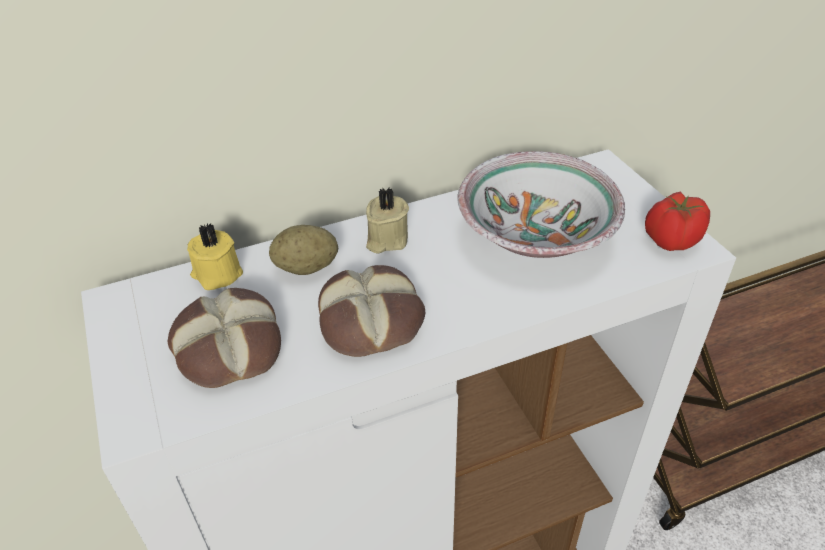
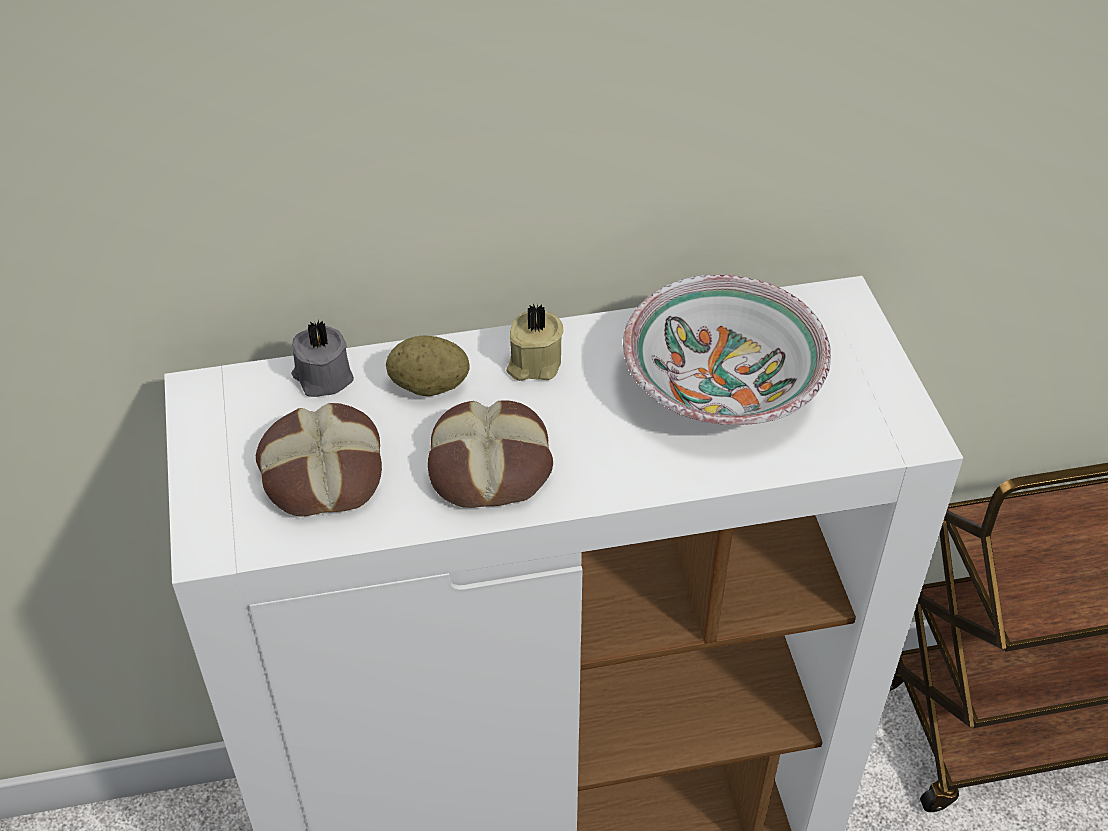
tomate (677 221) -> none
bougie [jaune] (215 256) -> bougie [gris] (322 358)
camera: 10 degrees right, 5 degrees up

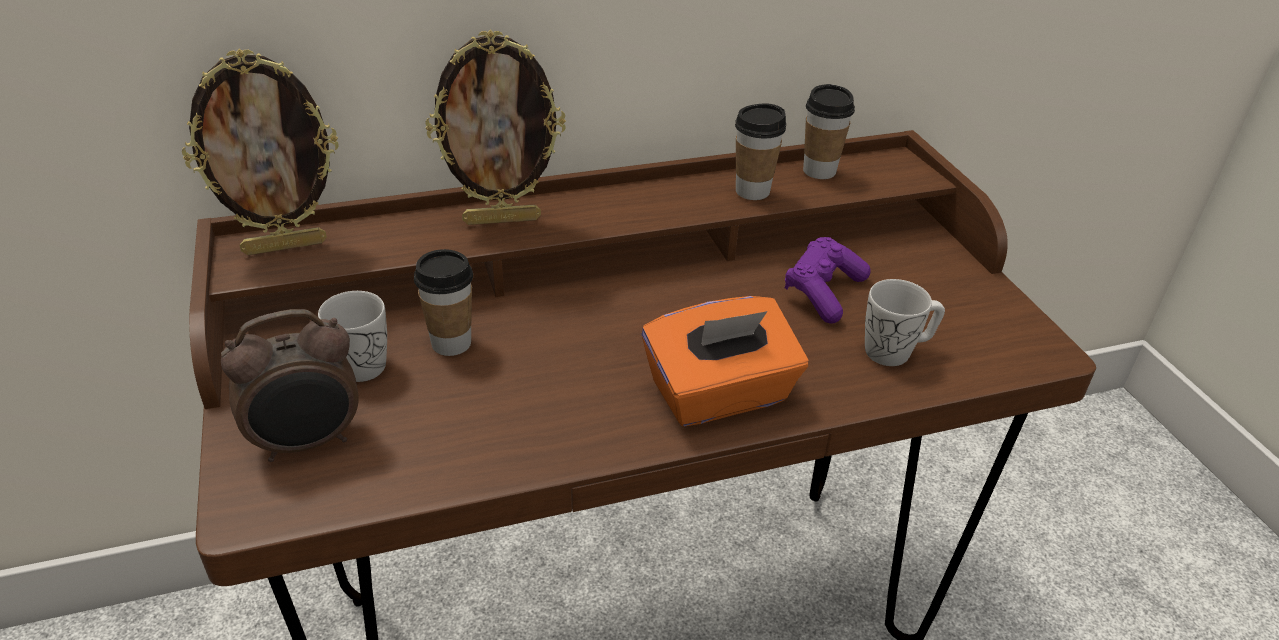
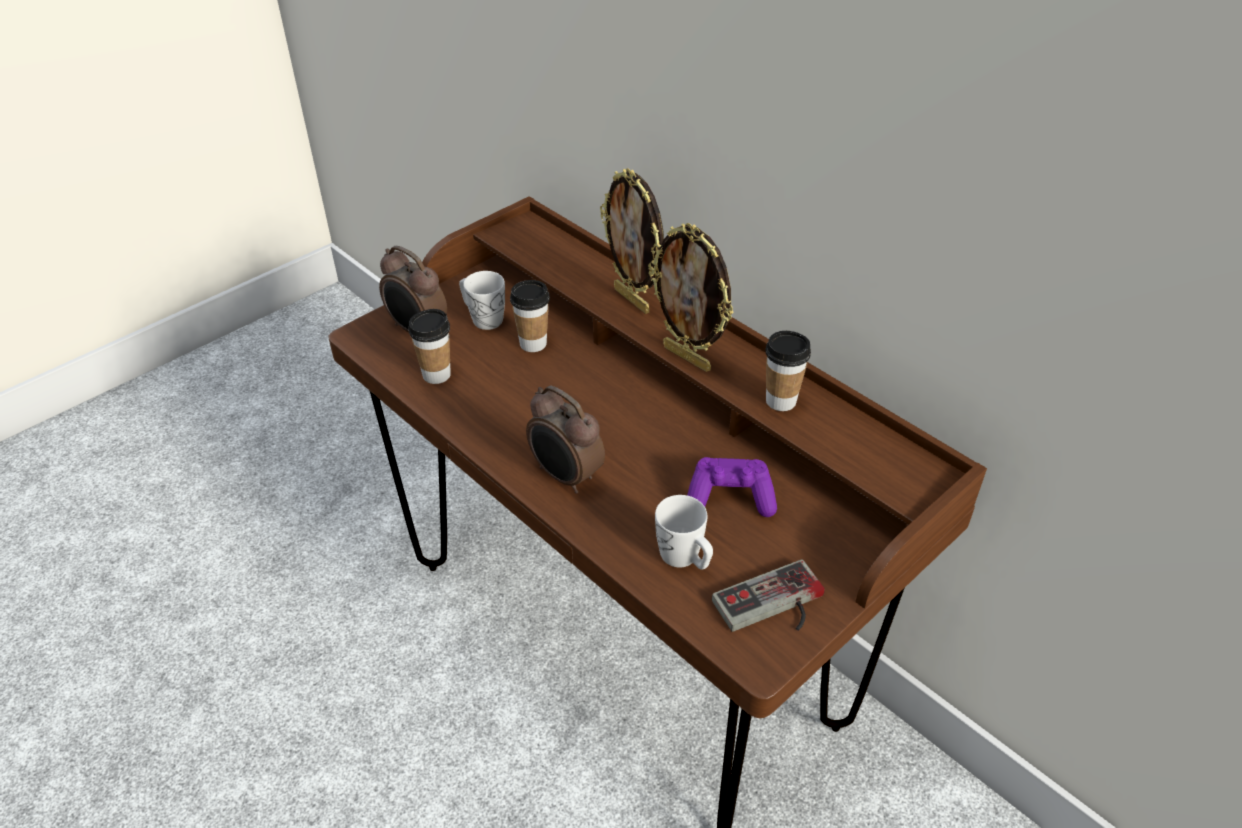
cadre photo (260 152) -> cadre photo (691 297), relocated
tasse (829 131) -> tasse (429 346), relocated
boîte à mouchoirs [orange] (724 361) -> réveil (565 440)
none -> manette (768 595)
camera: 65 degrees right, 5 degrees up

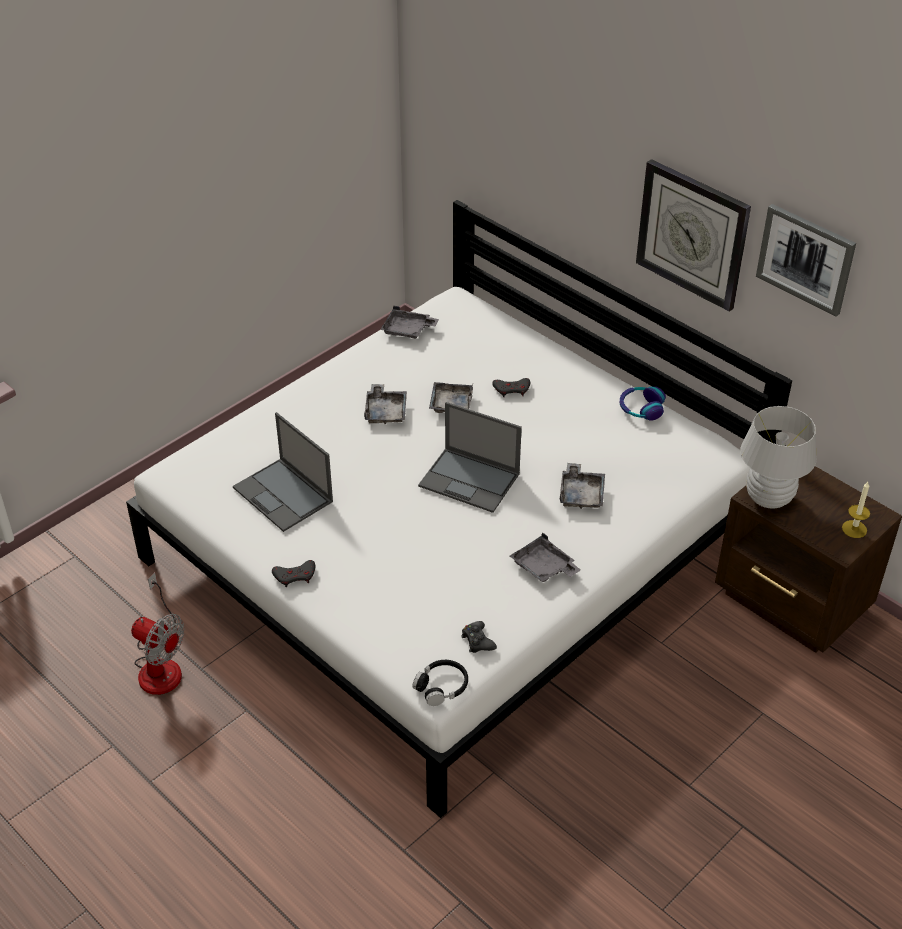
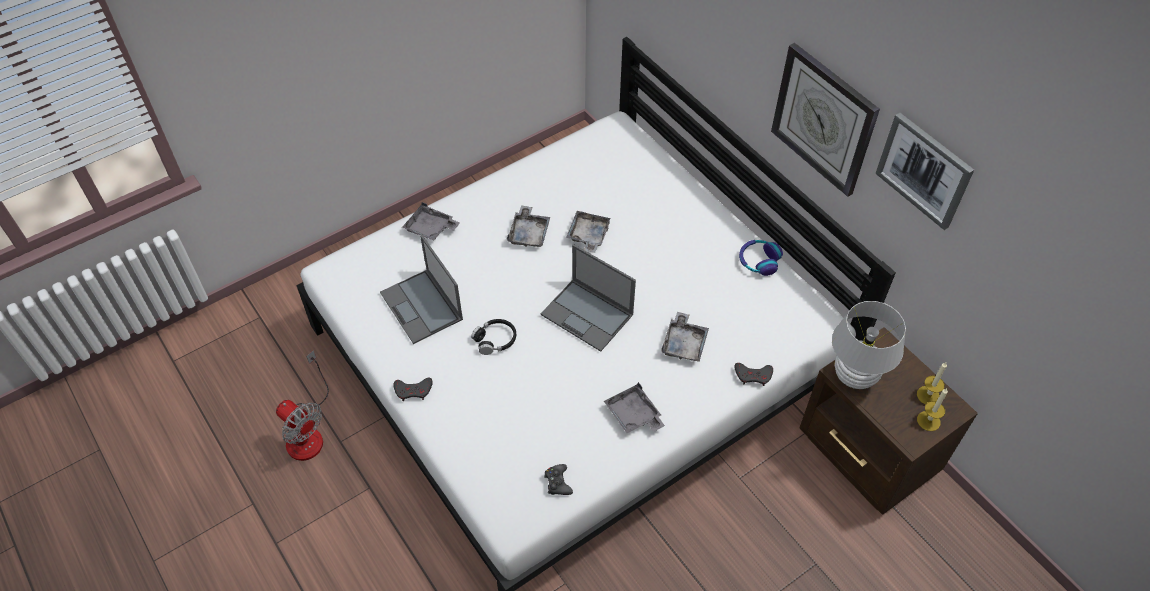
plateau [gris] (409 322) -> plateau [gris] (431 221), relocated
manette [gris] (511 387) -> manette [gris] (753 374), relocated
casque audio [noir] (440 683) -> casque audio [noir] (493 337), relocated
none -> bougie (932 383)
camera: 10 degrees right, 10 degrees up

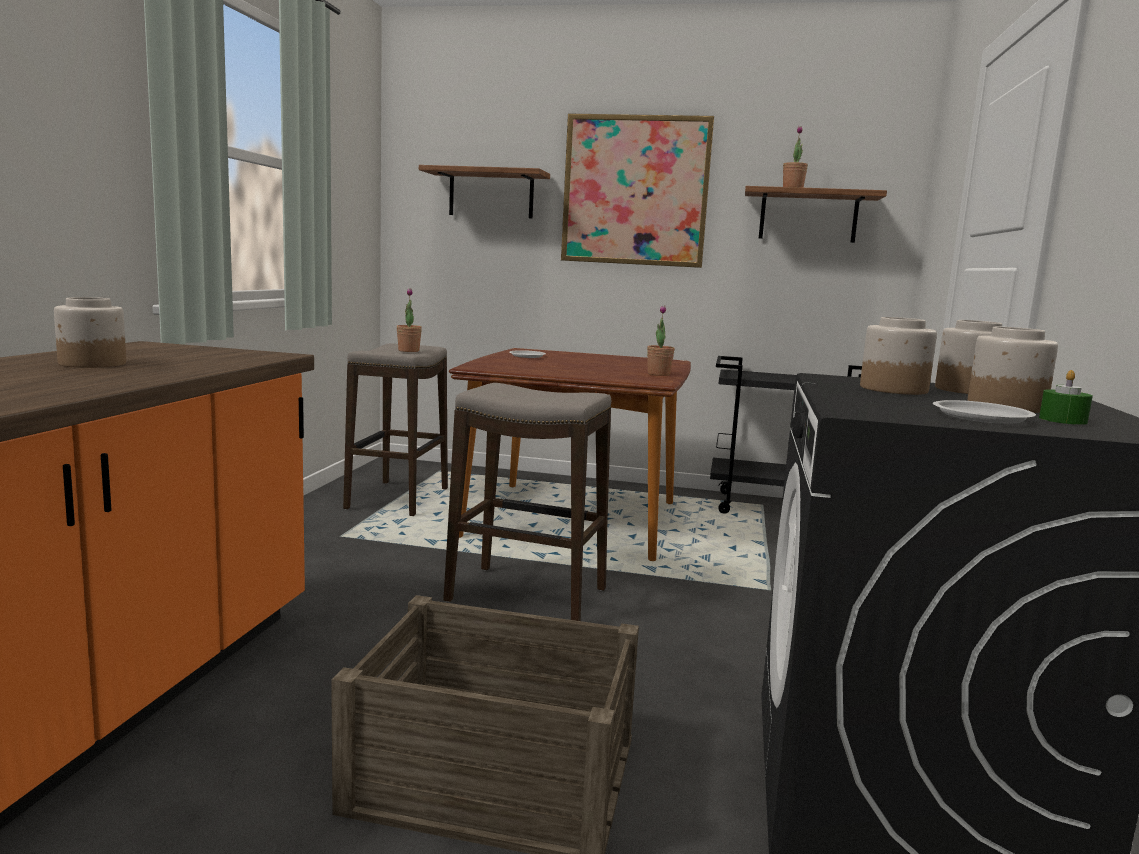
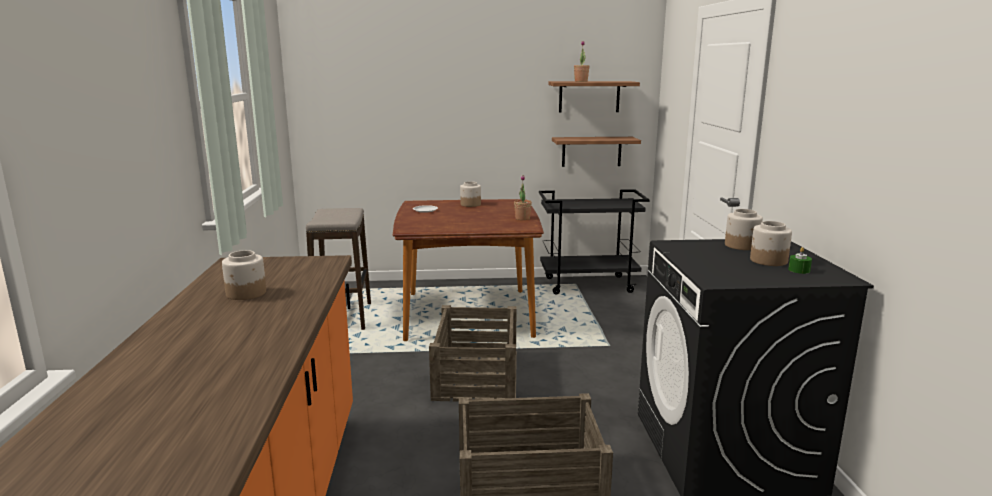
tableau (637 191) -> none
étagère (484 192) -> étagère (596 152), relocated
plante en pot (409 320) -> none
bocal (898 356) -> bocal (470 194), relocated
tabouret (527 502) -> caisse (473 353)
assiette [blanc] (984 412) -> none
camera: 15 degrees left, 5 degrees up

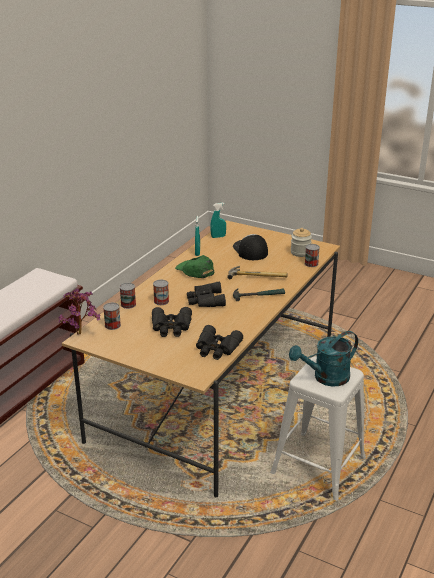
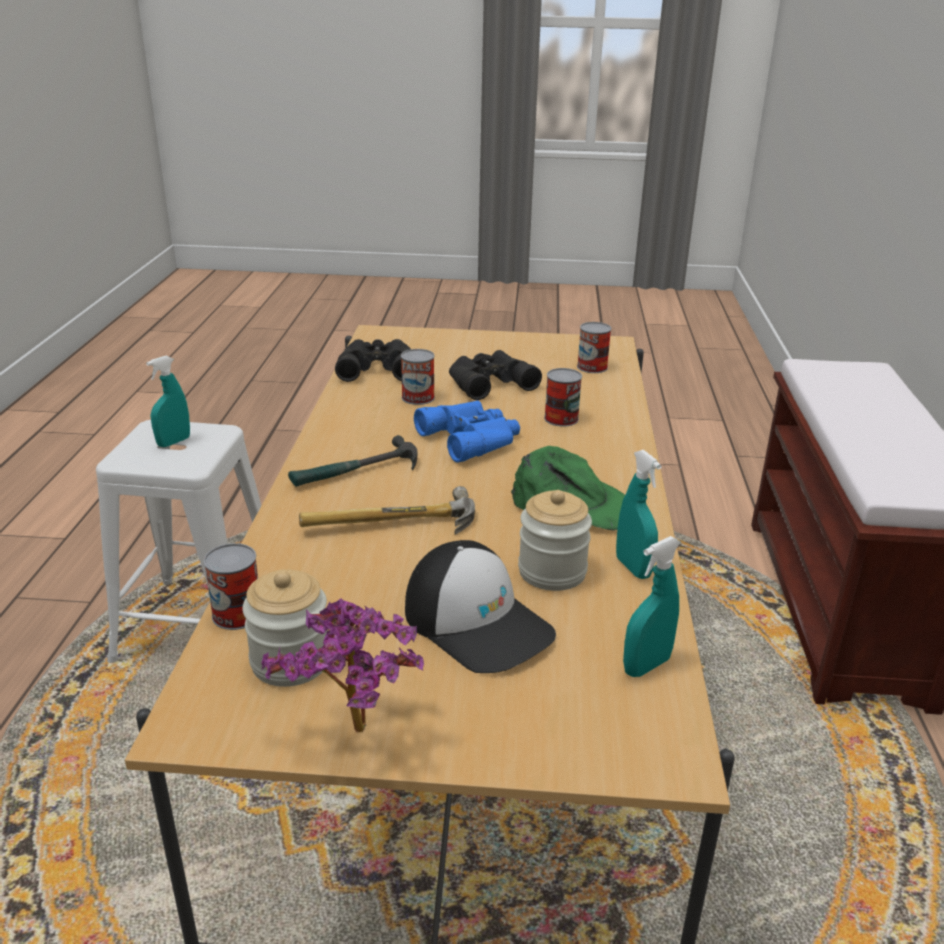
jumelles [noir] (206 294) -> jumelles [bleu] (467 431)
boîte métallique (128 296) -> boîte métallique (418 377), relocated
plante en pot (79 311) -> plante en pot (342 665), relocated
arrosoir [turquoise] (323 359) -> vaporisateur [turquoise] (168 401)
none -> bocal (555 540)
camera: 155 degrees right, 0 degrees up

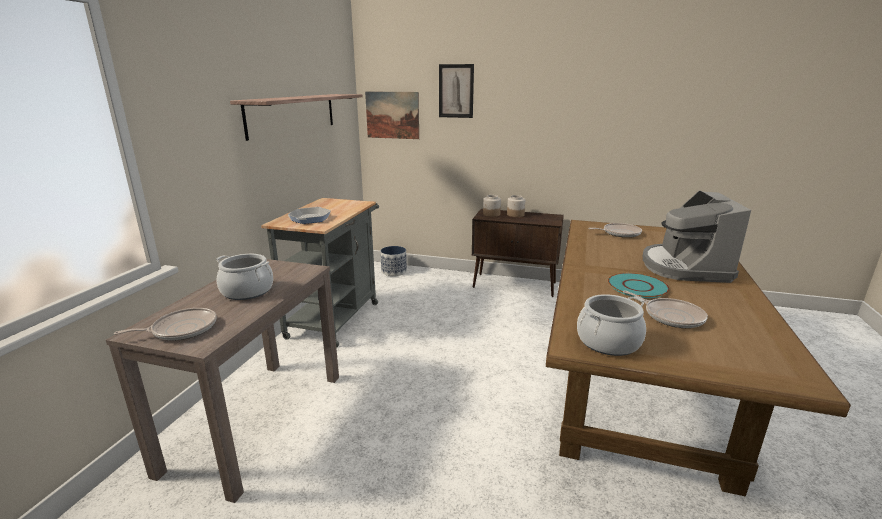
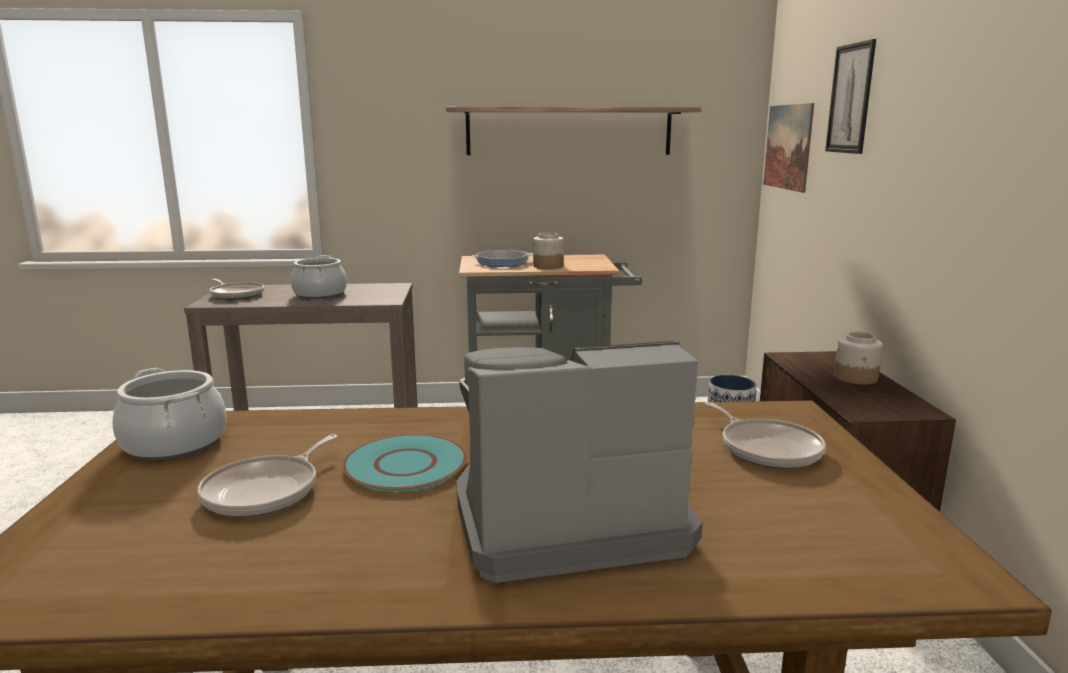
bocal (492 206) -> bocal (548 250), relocated
camera: 70 degrees right, 5 degrees down

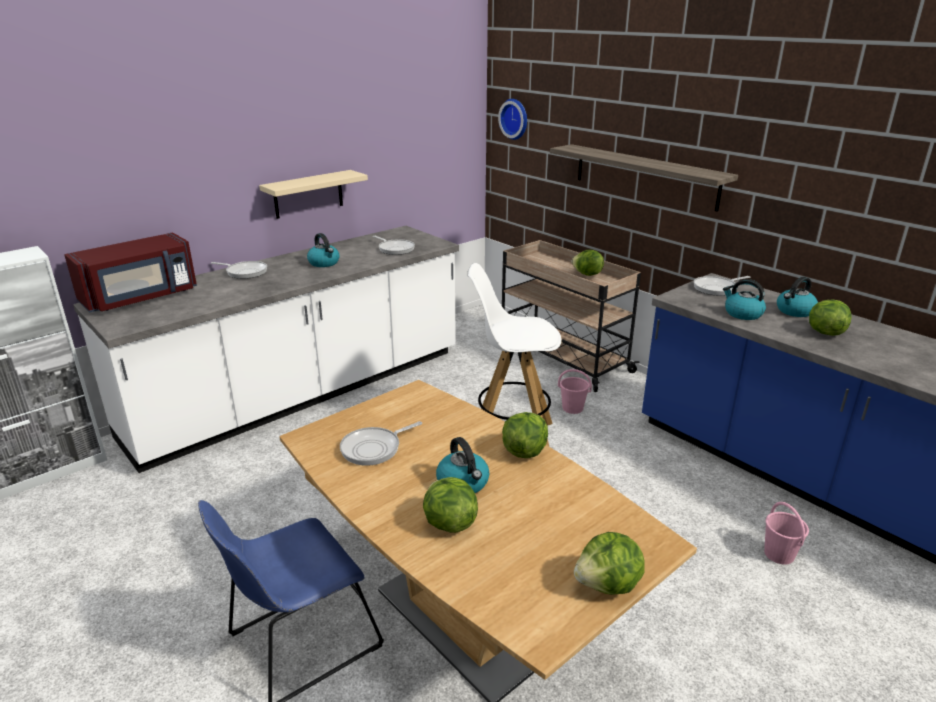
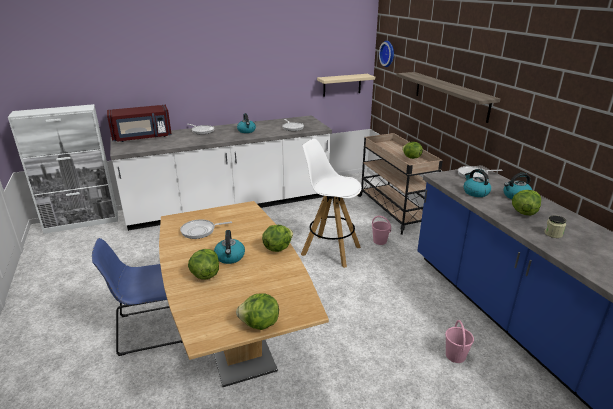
étagère [beige] (313 194) -> étagère [beige] (346 85), relocated
none -> bocal (555 226)
camera: 20 degrees right, 0 degrees up

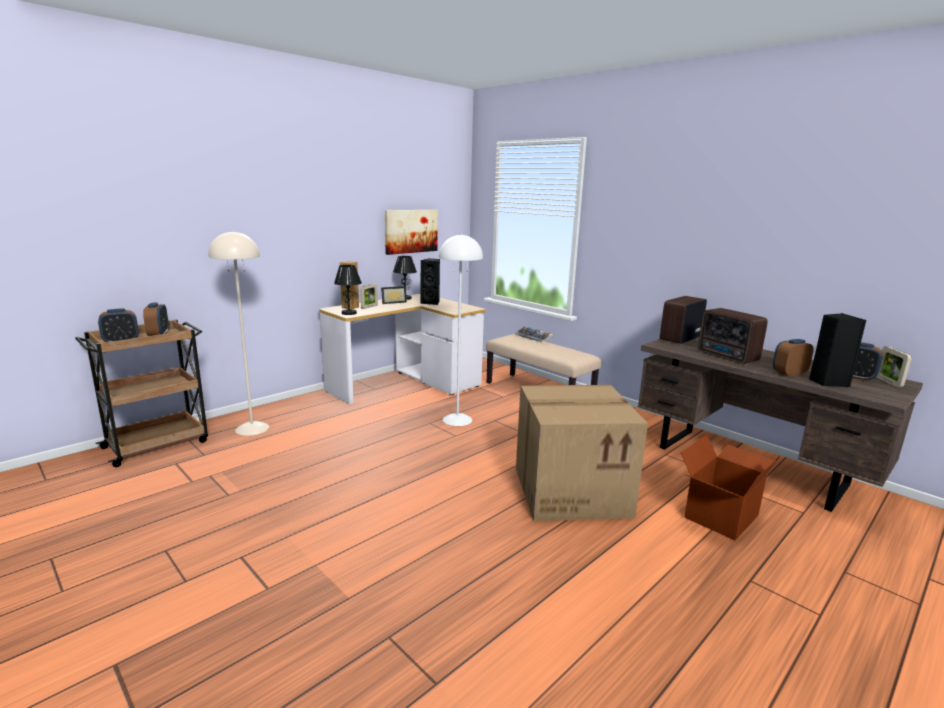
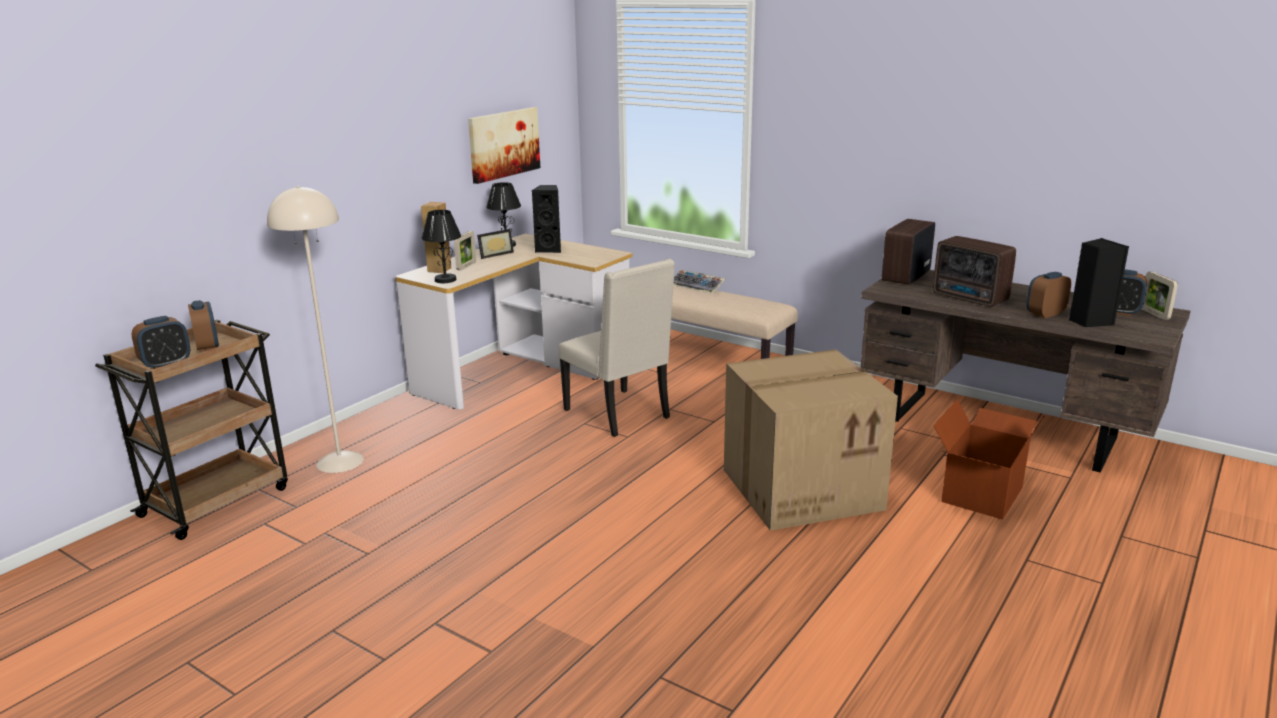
lampadaire [blanc] (461 330) -> chaise [beige] (617 348)
camera: 10 degrees left, 5 degrees up

